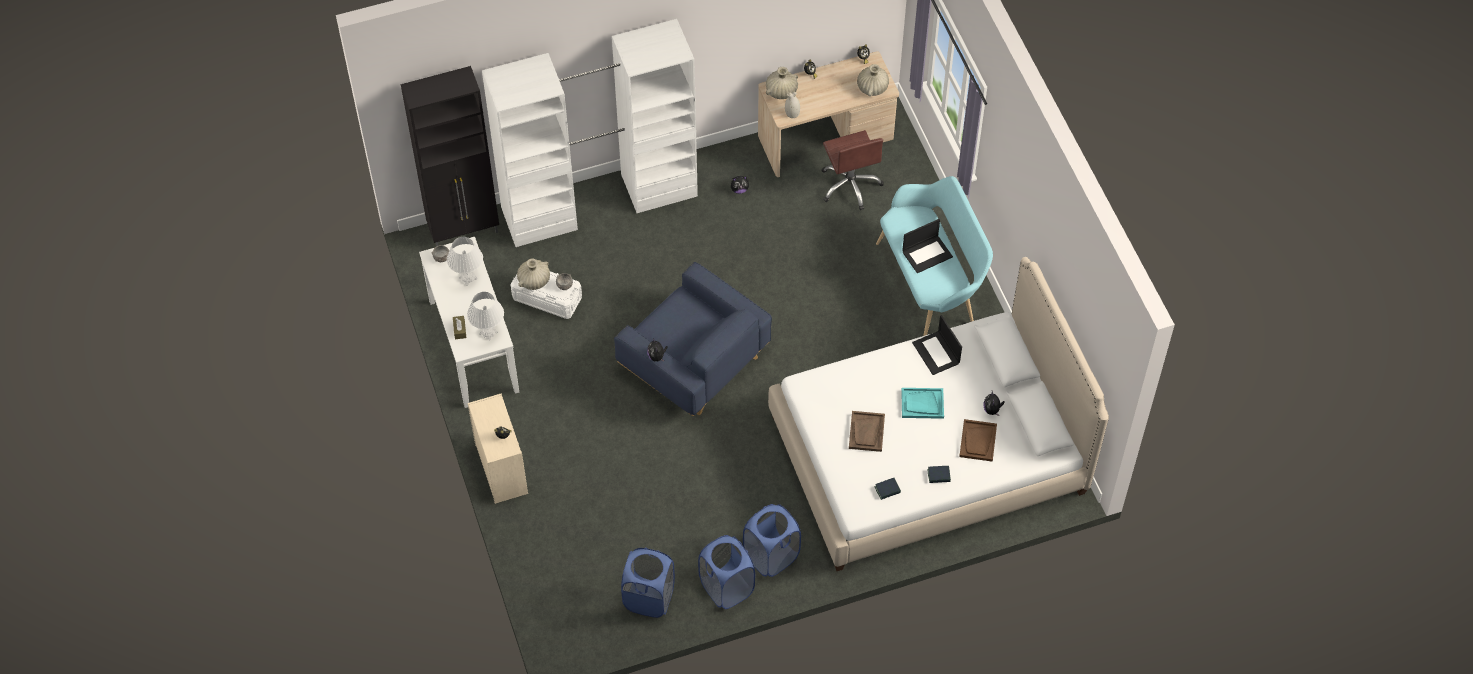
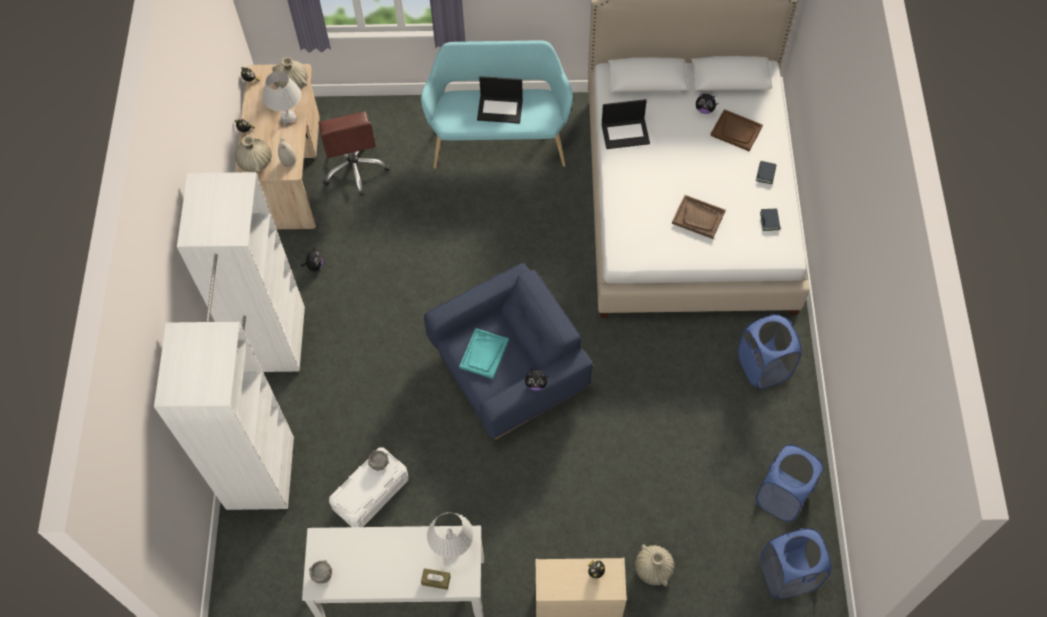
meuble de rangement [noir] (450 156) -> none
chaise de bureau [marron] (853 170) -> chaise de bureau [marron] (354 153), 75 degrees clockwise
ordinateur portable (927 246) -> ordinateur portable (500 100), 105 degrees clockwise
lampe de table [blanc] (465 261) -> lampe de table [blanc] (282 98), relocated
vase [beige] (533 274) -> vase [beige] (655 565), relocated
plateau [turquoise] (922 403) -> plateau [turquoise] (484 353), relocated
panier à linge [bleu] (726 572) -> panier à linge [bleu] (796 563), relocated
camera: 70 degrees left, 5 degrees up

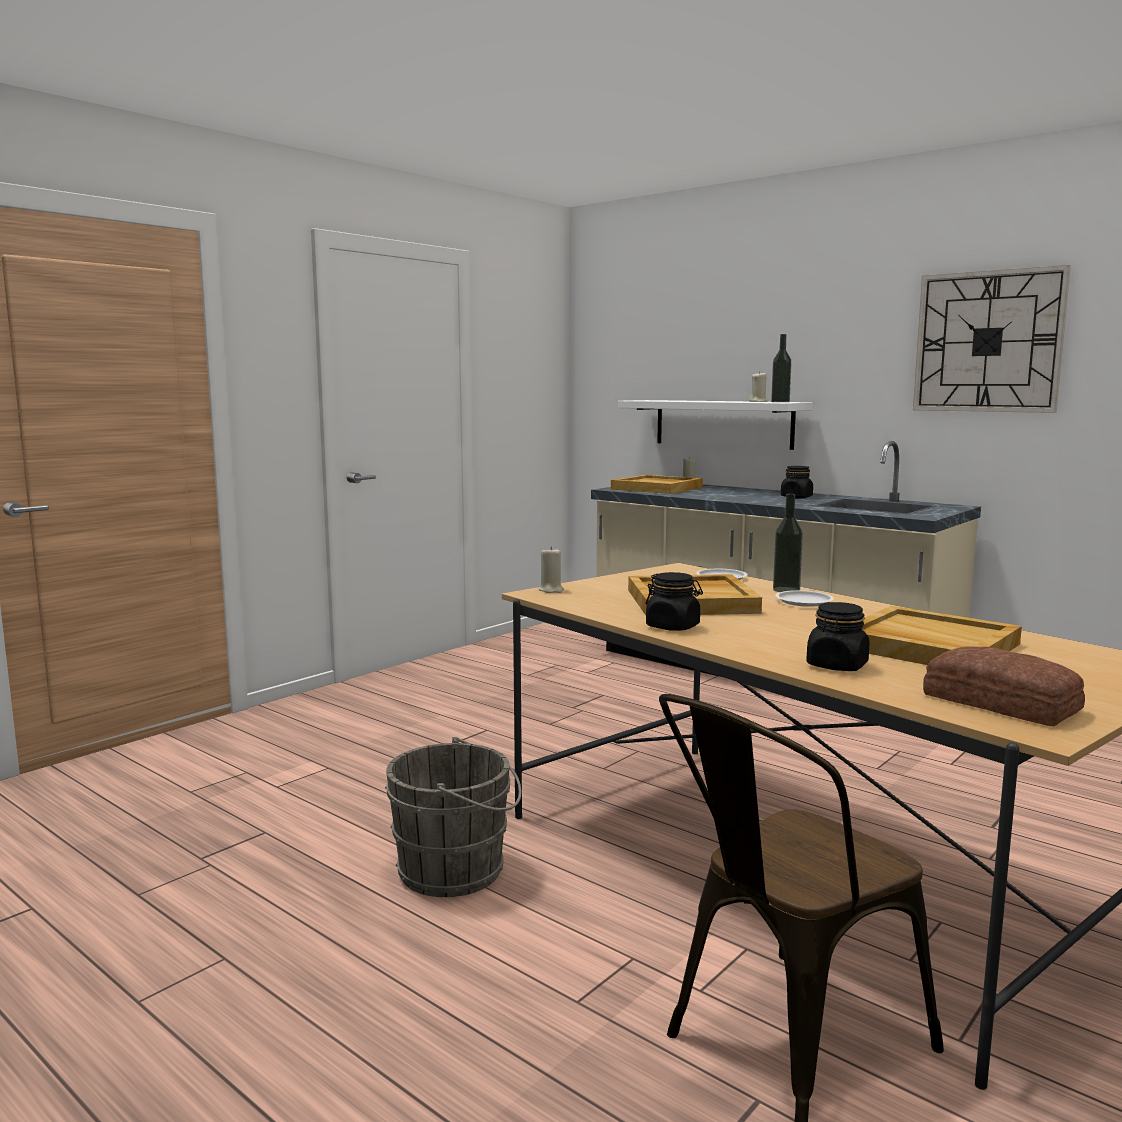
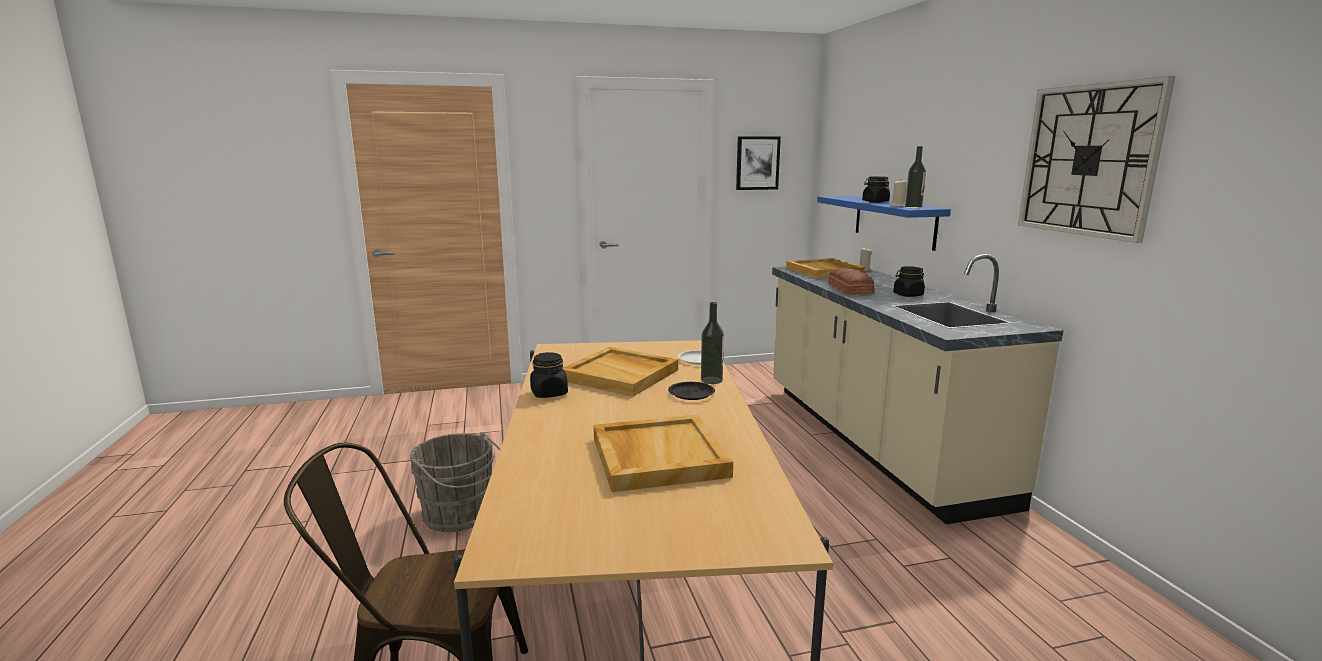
étagère [blanc] (715 425) -> étagère [bleu] (884 223)
bougie [beige] (551 570) -> none
assiette [blanc] (804 598) -> assiette [noir] (691 391)
bocal [noir] (838 636) -> bocal [noir] (876 189), relocated
pain (1004 686) -> pain (851 281), relocated
none -> tableau (758 163)
camera: 35 degrees right, 5 degrees up

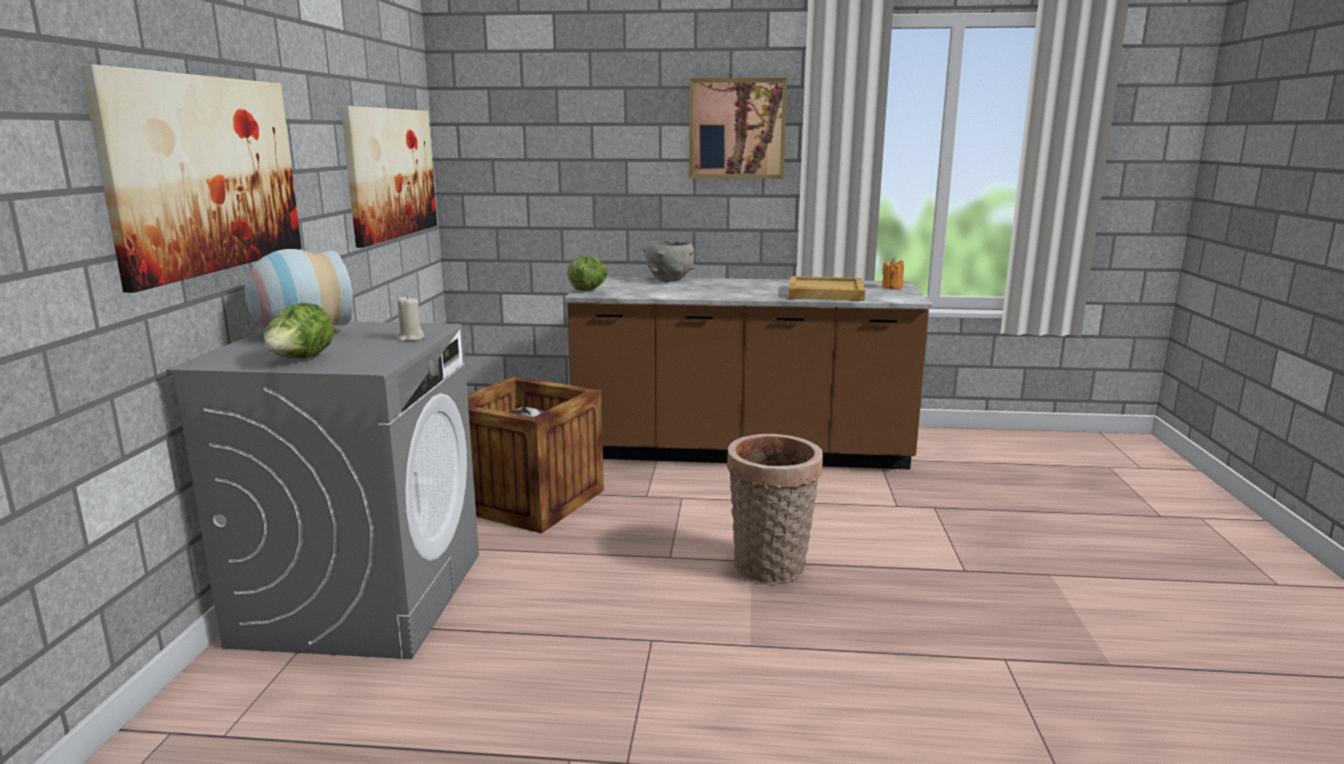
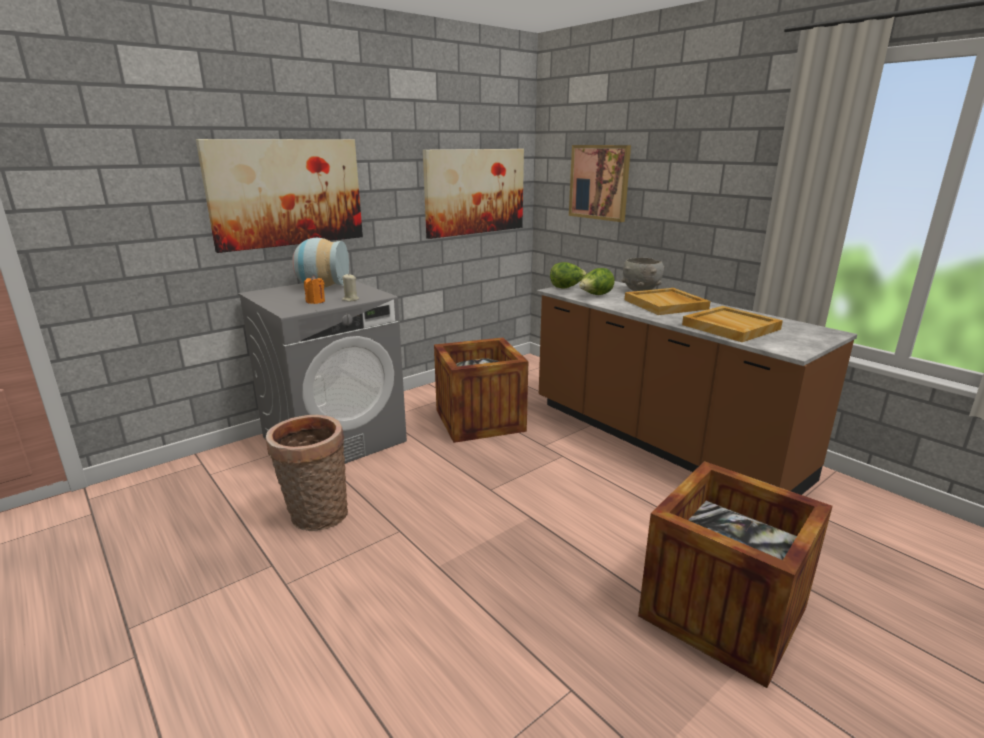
tableau (738 128) -> tableau (600 183), relocated
bougie [orange] (893 273) -> bougie [orange] (314 290), relocated
laitue (299 331) -> laitue (597 281), relocated
panier (775 508) -> panier (307 473), relocated
none -> plateau [beige] (667 301)
none -> caisse (735 574)
camera: 45 degrees right, 5 degrees up

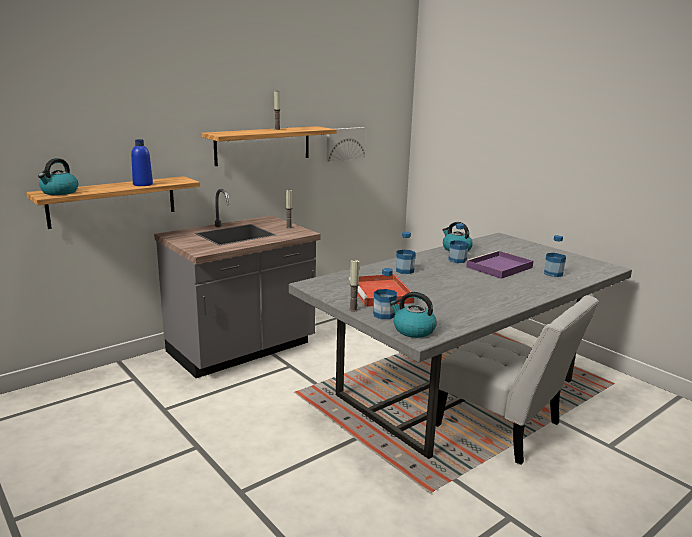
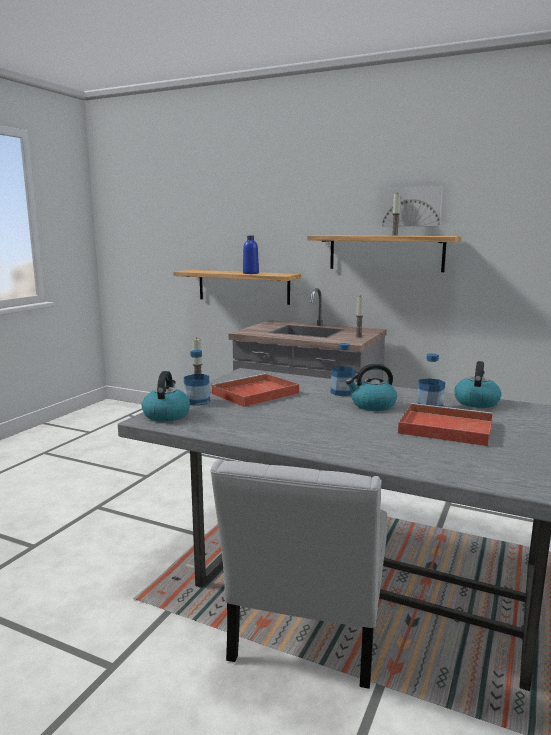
tableau (346 144) -> tableau (412 206), relocated
bouilloire (58 176) -> bouilloire (371 387), relocated
bouteille (555 256) -> none
plateau [violet] (499 265) -> plateau [rouge] (445 424)
camera: 65 degrees right, 5 degrees down

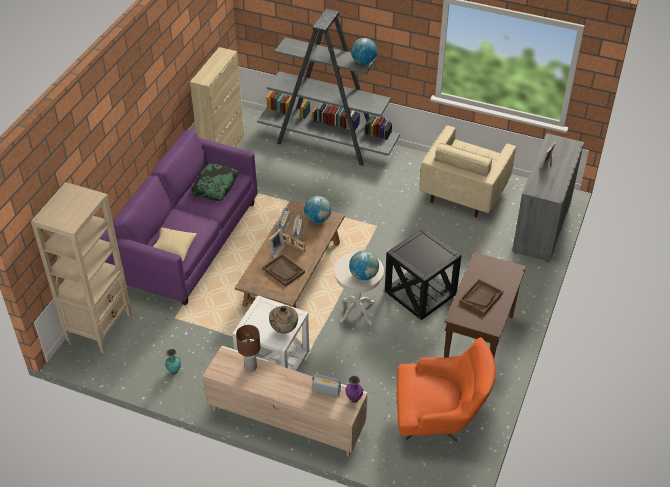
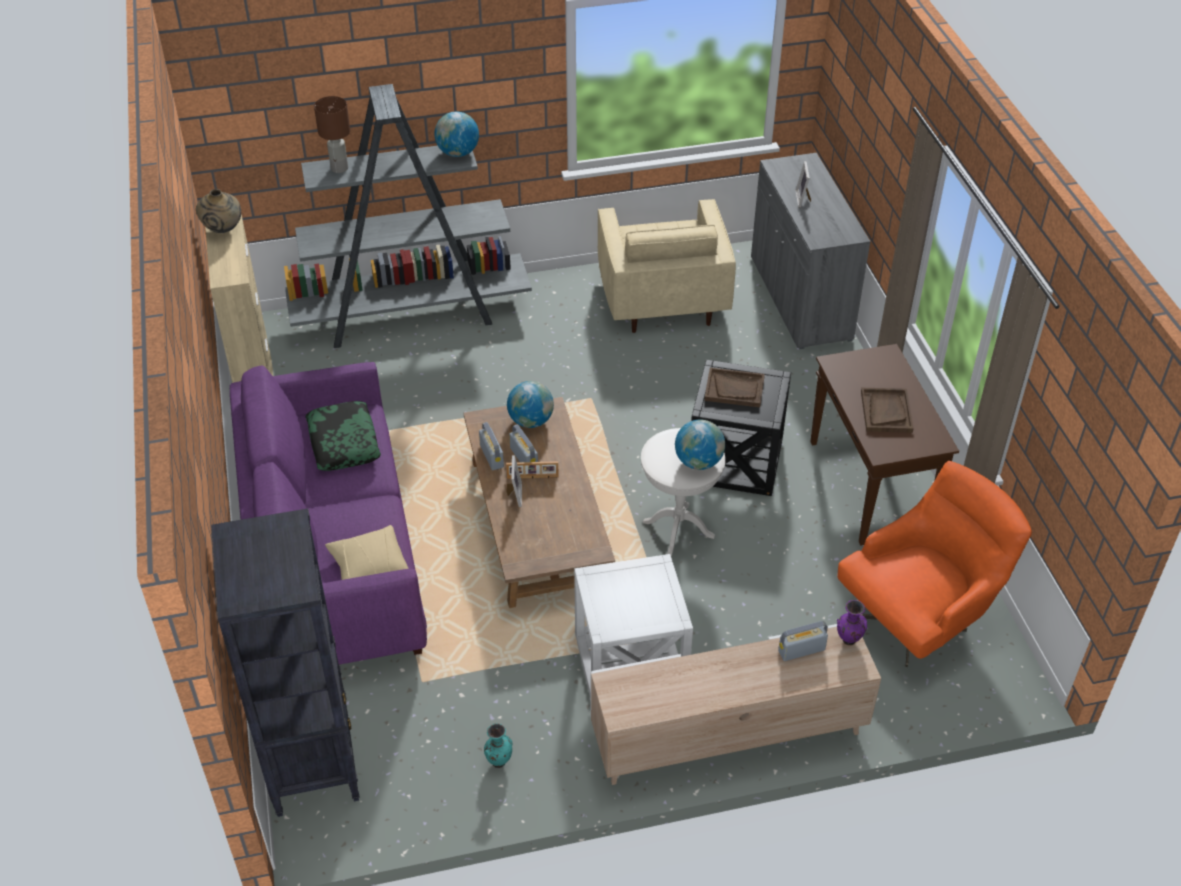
bibliothèque [beige] (81 268) -> bibliothèque [noir] (285 662)
plateau [marron] (284 270) -> plateau [marron] (734 387), relocated
vase [beige] (283 320) -> vase [beige] (218 211), relocated
lampe de table [marron] (248 348) -> lampe de table [marron] (332 134), relocated
camera: 35 degrees left, 0 degrees up

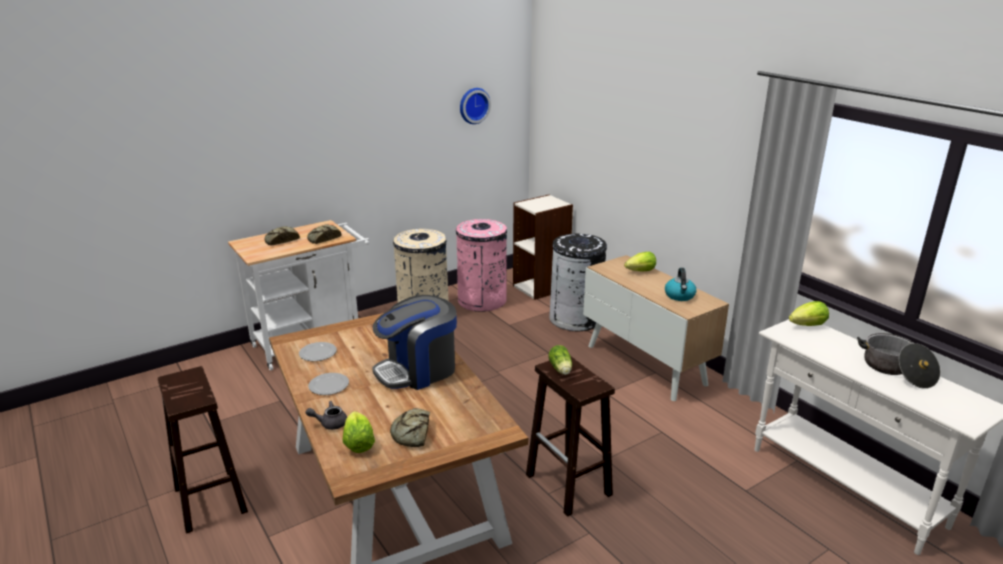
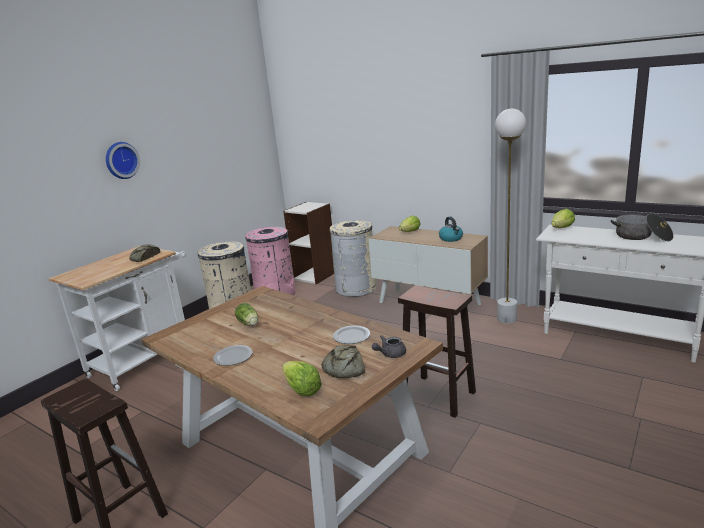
horloge murale (475 106) -> horloge murale (123 160), relocated
pain (282 236) -> none
poubelle [noir] (578 282) -> poubelle [beige] (353 258)
machine à café (414 342) -> none
assiette (318 351) -> assiette (351 334), relocated
laitue (560 360) -> laitue (246 314), relocated
théière [gris] (326 415) -> théière [gris] (389 346), relocated
none -> lampadaire [blanc] (510 216)
camera: 20 degrees left, 5 degrees down

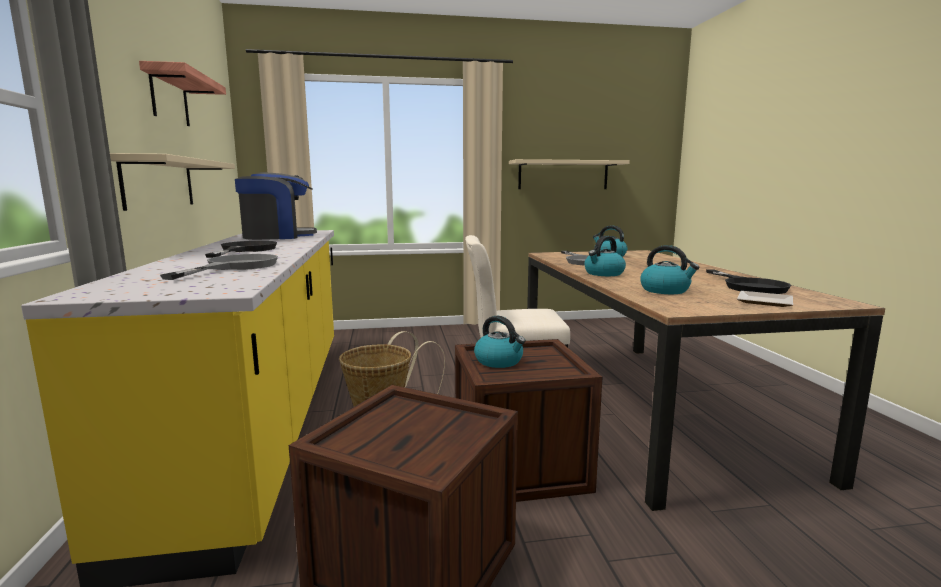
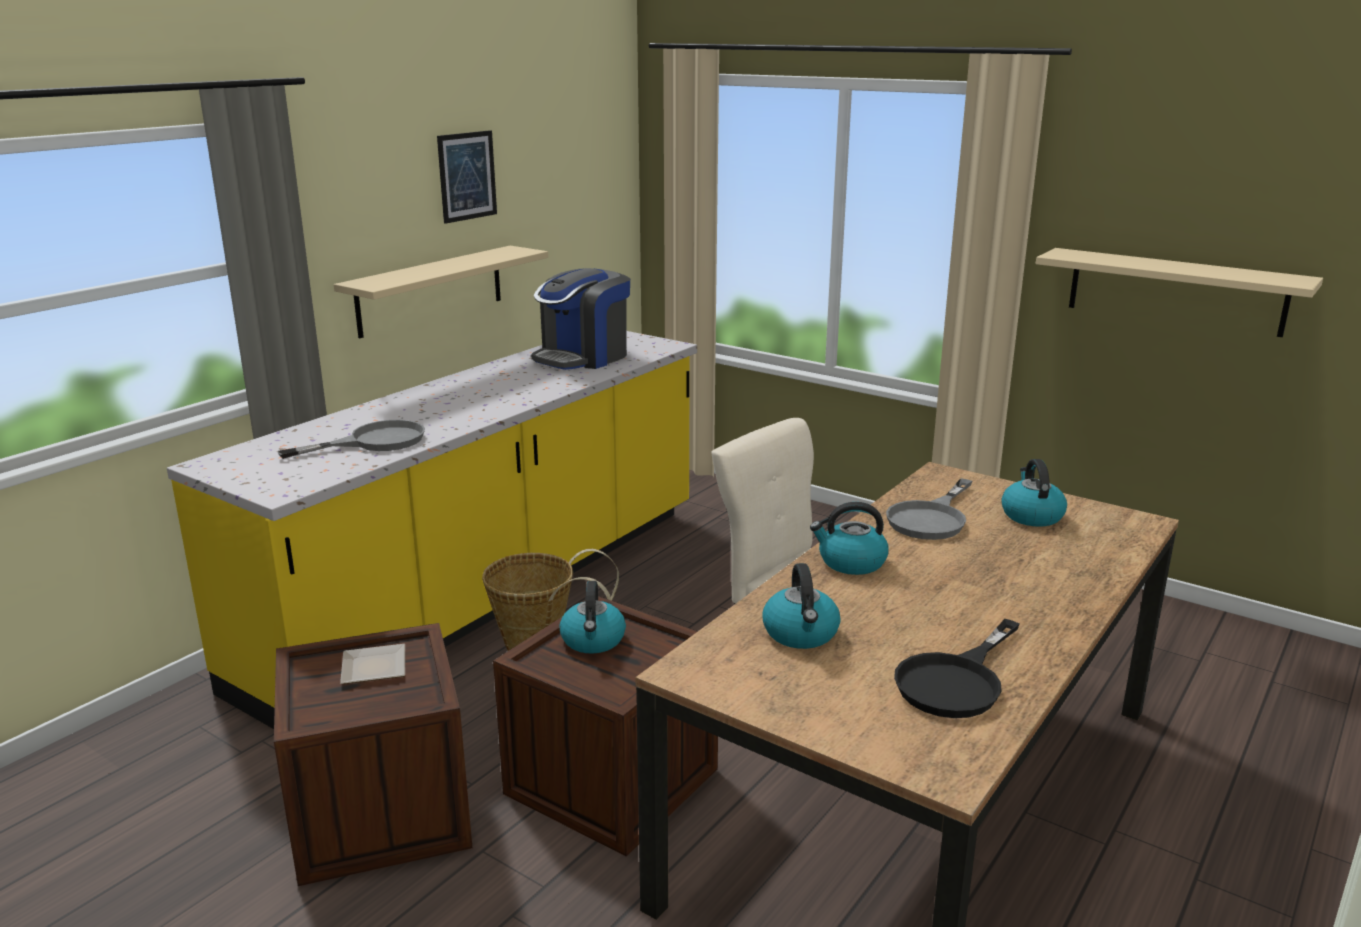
étagère (182 93) -> tableau (467 177)
machine à café (276 206) -> machine à café (580 319), 105 degrees clockwise
poêle [noir] (241 249) -> none
assiette (765 299) -> assiette (372 664), relocated
camera: 45 degrees right, 10 degrees up

